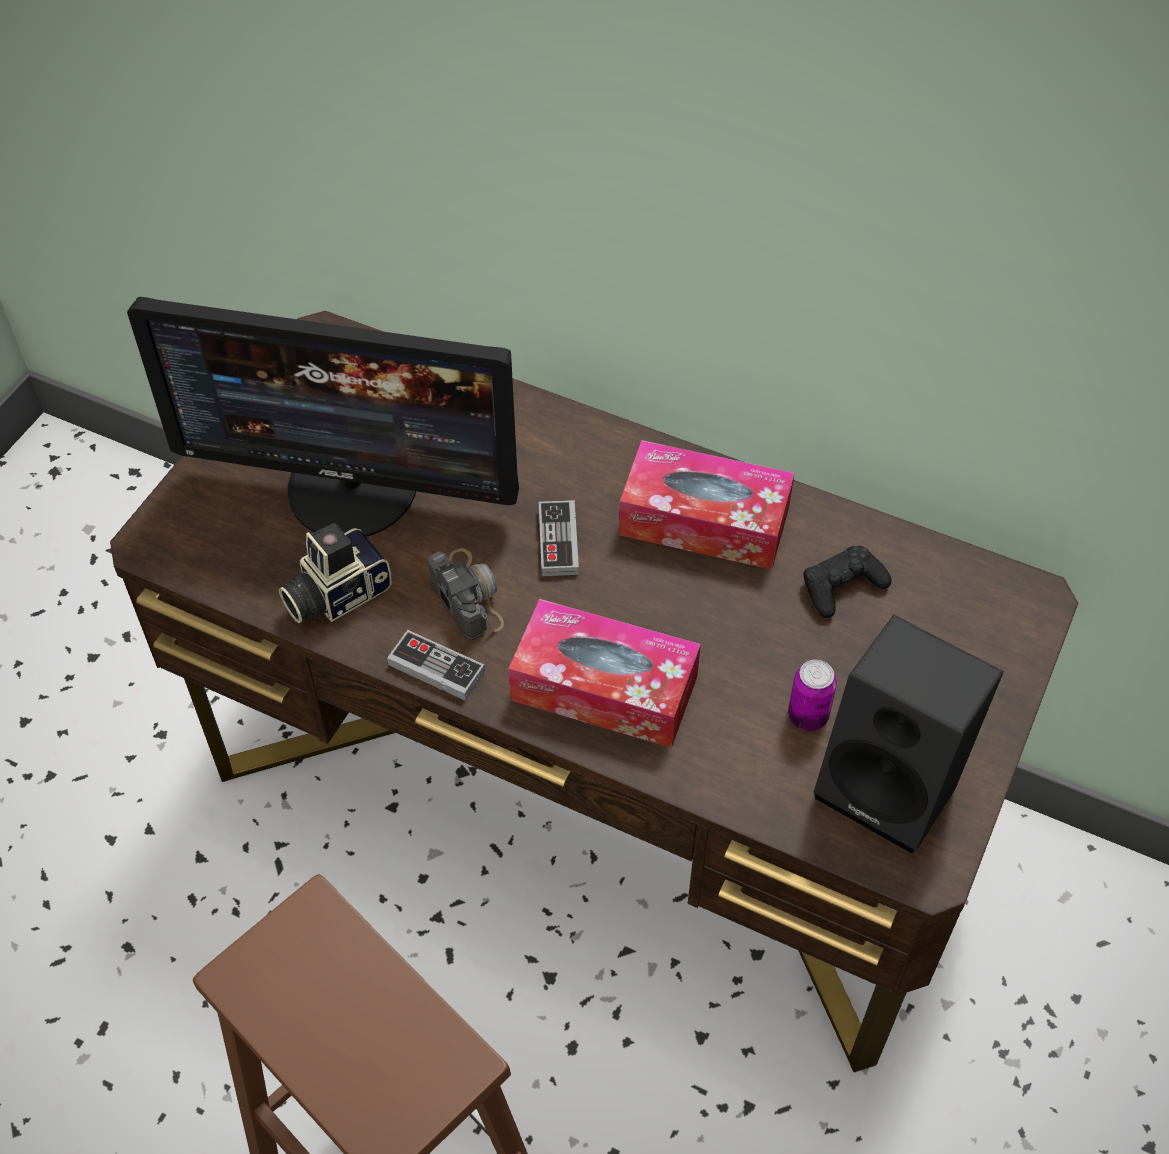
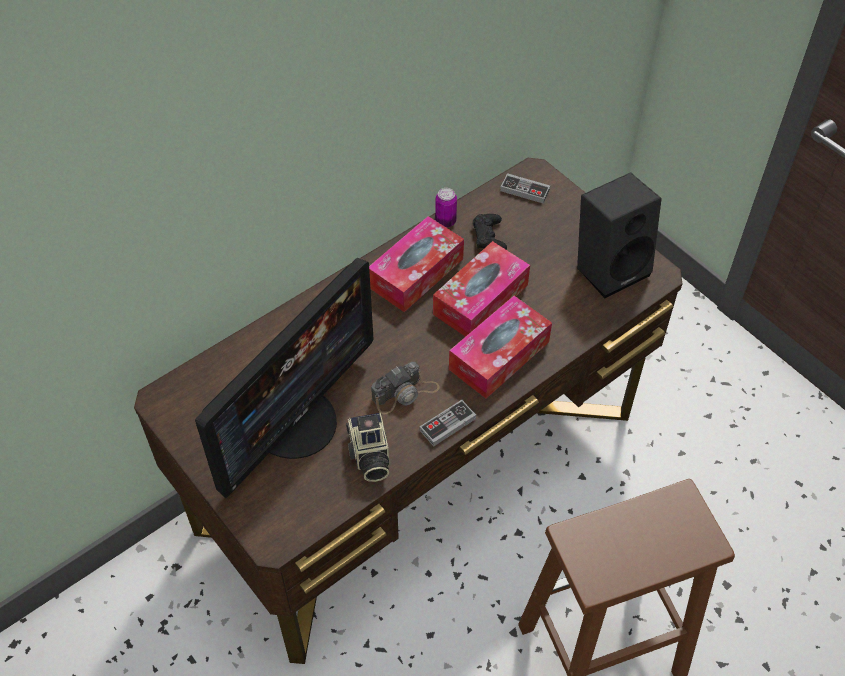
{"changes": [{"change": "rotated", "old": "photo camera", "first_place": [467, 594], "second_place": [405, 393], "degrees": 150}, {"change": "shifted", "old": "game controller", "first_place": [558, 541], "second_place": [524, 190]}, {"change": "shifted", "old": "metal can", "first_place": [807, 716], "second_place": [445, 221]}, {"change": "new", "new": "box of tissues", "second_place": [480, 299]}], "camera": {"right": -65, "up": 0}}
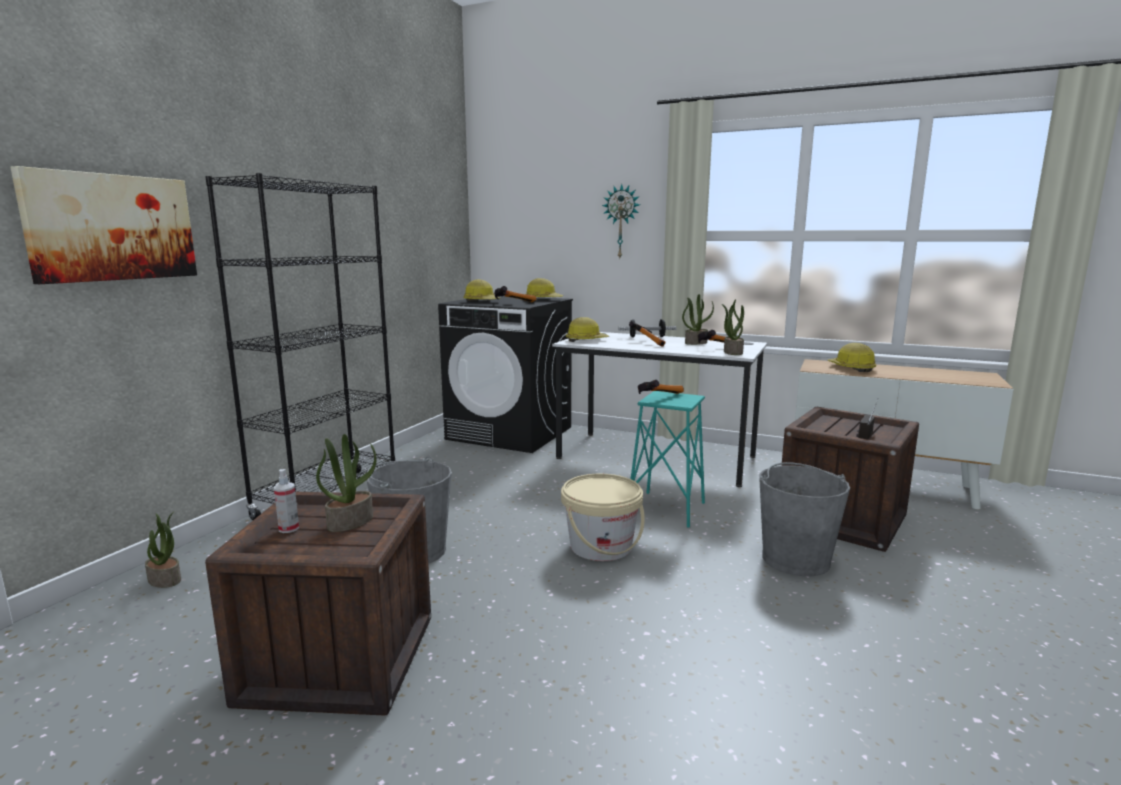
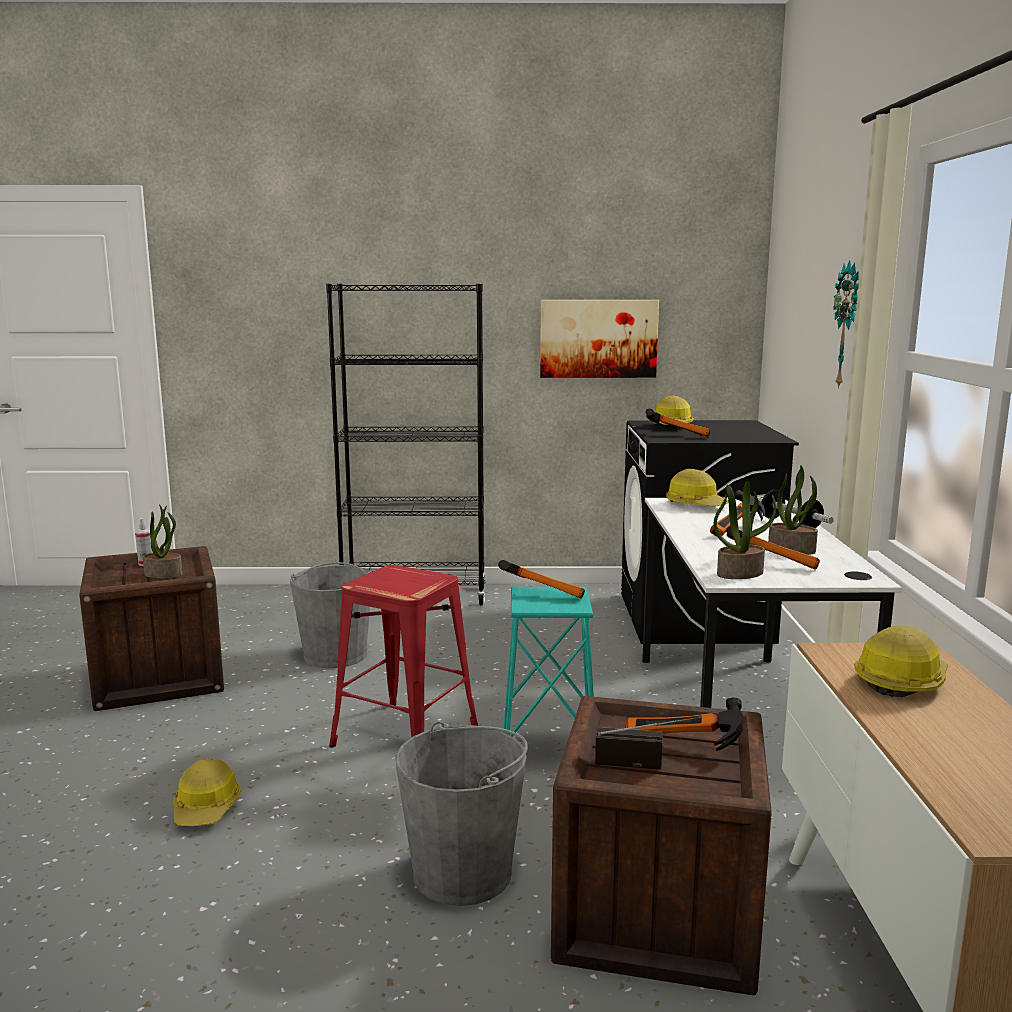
{"changes": [{"change": "shifted", "old": "picture", "first_place": [112, 227], "second_place": [598, 338]}, {"change": "gone", "old": "potted plant", "first_place": [165, 580]}, {"change": "shifted", "old": "work helmet", "first_place": [543, 299], "second_place": [207, 808]}, {"change": "swapped", "old": "water bucket in beige-coloured", "new": "stool seat in red-coloured", "first_place": [601, 546], "second_place": [406, 735]}, {"change": "new", "new": "hammer", "second_place": [682, 746]}], "camera": {"right": 65, "up": 0}}
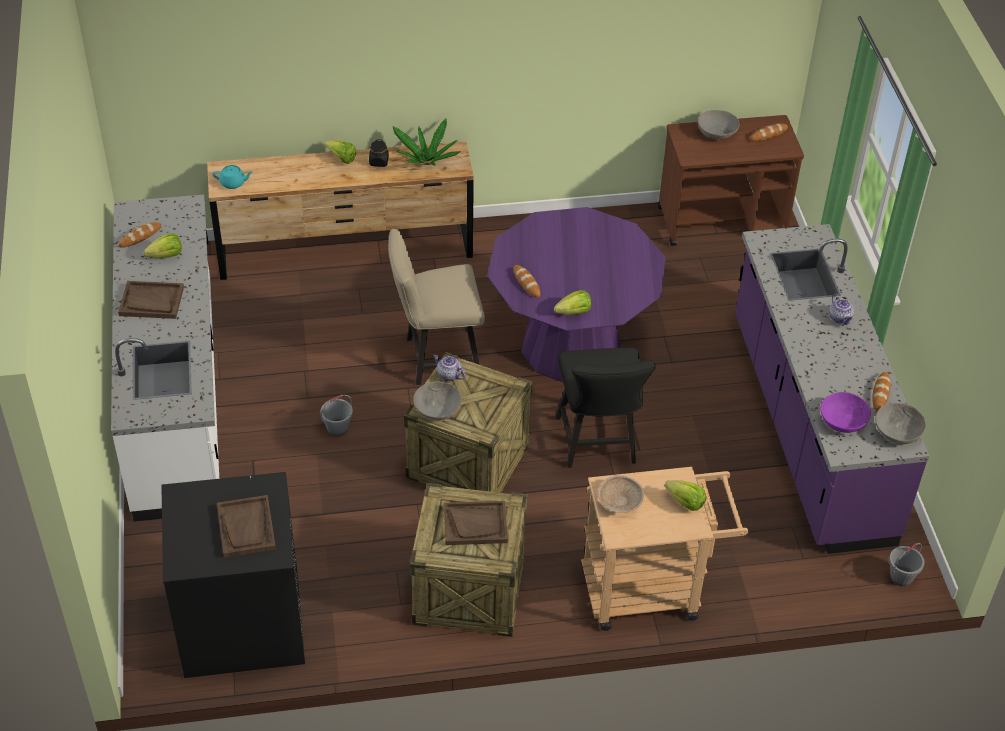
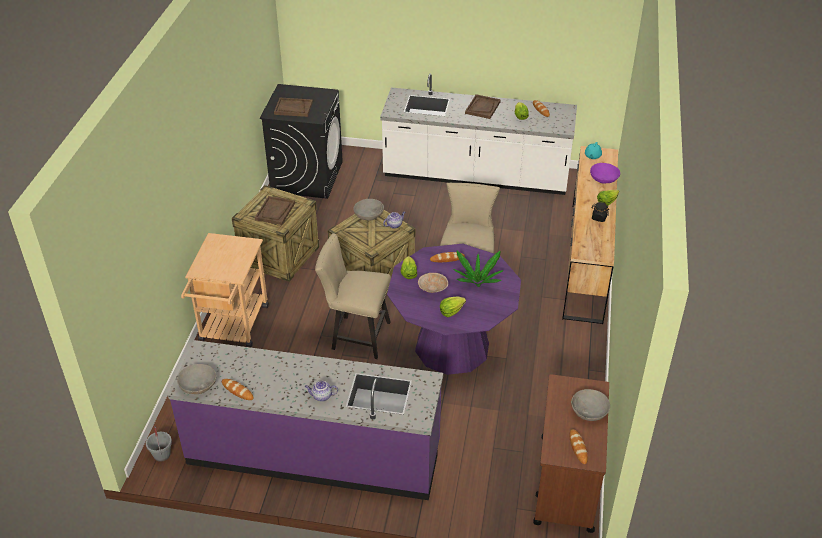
{"changes": [{"change": "gone", "old": "water bucket in grey", "first_place": [337, 428]}, {"change": "shifted", "old": "potted plant", "first_place": [426, 160], "second_place": [477, 281]}, {"change": "repainted", "old": "upright chair in black-coloured", "new": "upright chair in beige-coloured", "first_place": [598, 445], "second_place": [356, 335]}, {"change": "shifted", "old": "serving bowl in beige-coloured", "first_place": [619, 502], "second_place": [432, 288]}, {"change": "shifted", "old": "lettuce", "first_place": [685, 502], "second_place": [451, 311]}, {"change": "shifted", "old": "serving bowl in purple", "first_place": [843, 420], "second_place": [604, 179]}], "camera": {"right": 110, "up": -5}}
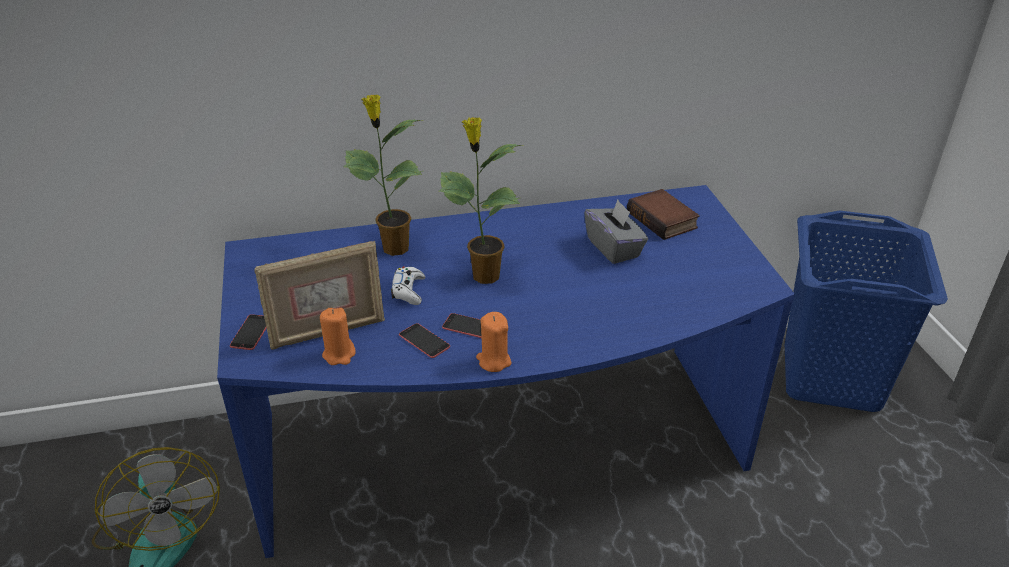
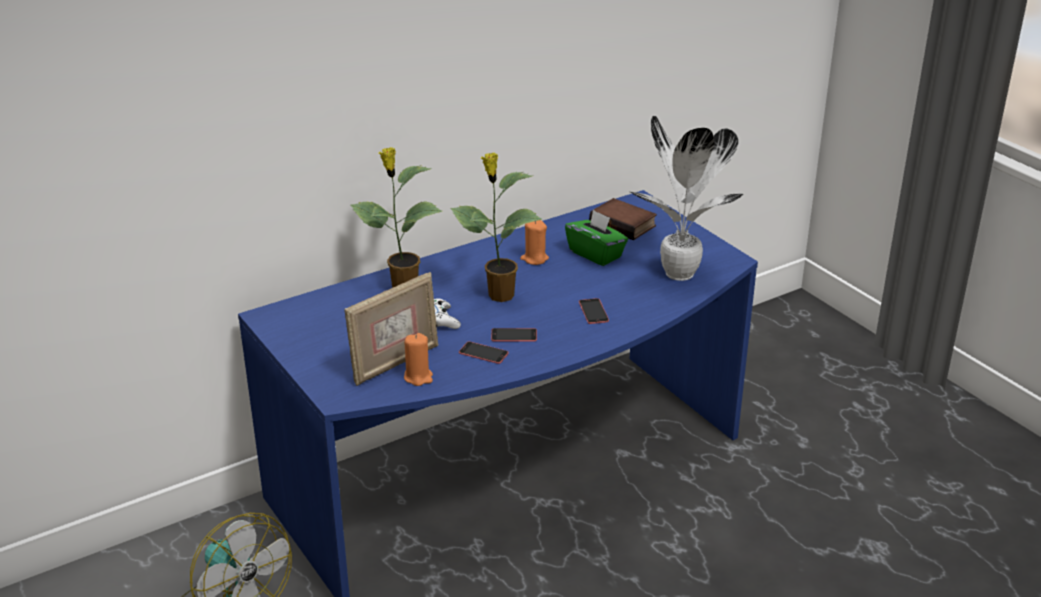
{"changes": [{"change": "shifted", "old": "phone", "first_place": [251, 332], "second_place": [593, 311]}, {"change": "shifted", "old": "wax light in orange", "first_place": [493, 361], "second_place": [534, 259]}, {"change": "repainted", "old": "box of tissues in grey", "new": "box of tissues in greenish", "first_place": [614, 248], "second_place": [596, 254]}, {"change": "gone", "old": "laundry basket in bluish", "first_place": [832, 376]}, {"change": "new", "new": "potted plant", "second_place": [679, 275]}], "camera": {"right": -20, "up": -5}}
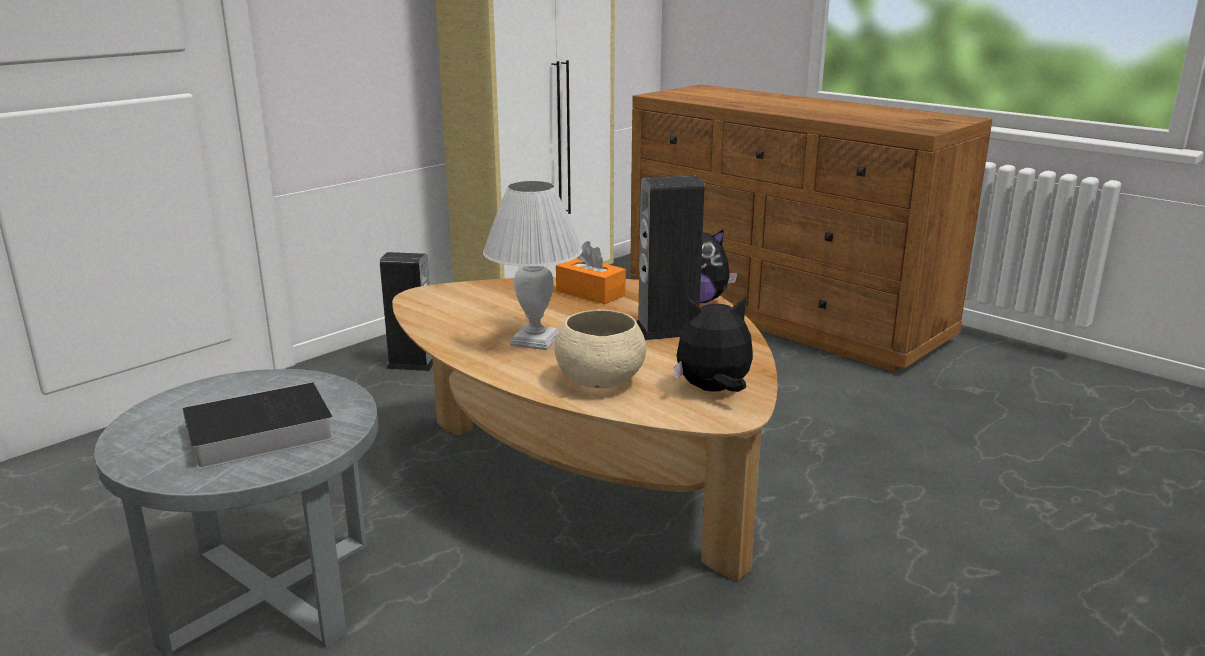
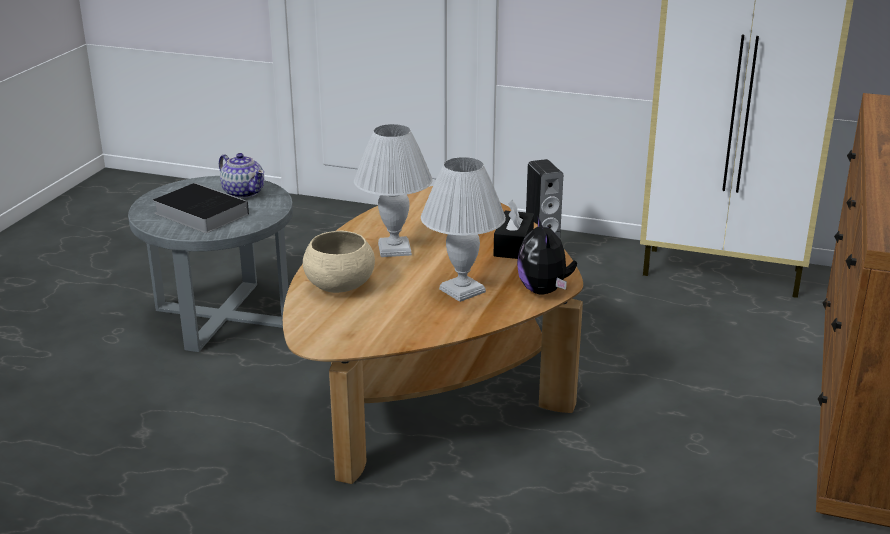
{"changes": [{"change": "repainted", "old": "box of tissues in orange", "new": "box of tissues in black-coloured", "first_place": [590, 293], "second_place": [513, 245]}, {"change": "swapped", "old": "speaker", "new": "tabletop lamp in white-coloured", "first_place": [668, 330], "second_place": [462, 291]}, {"change": "gone", "old": "plush toy", "first_place": [713, 391]}, {"change": "new", "new": "tea pot", "second_place": [243, 192]}], "camera": {"right": 65, "up": 5}}
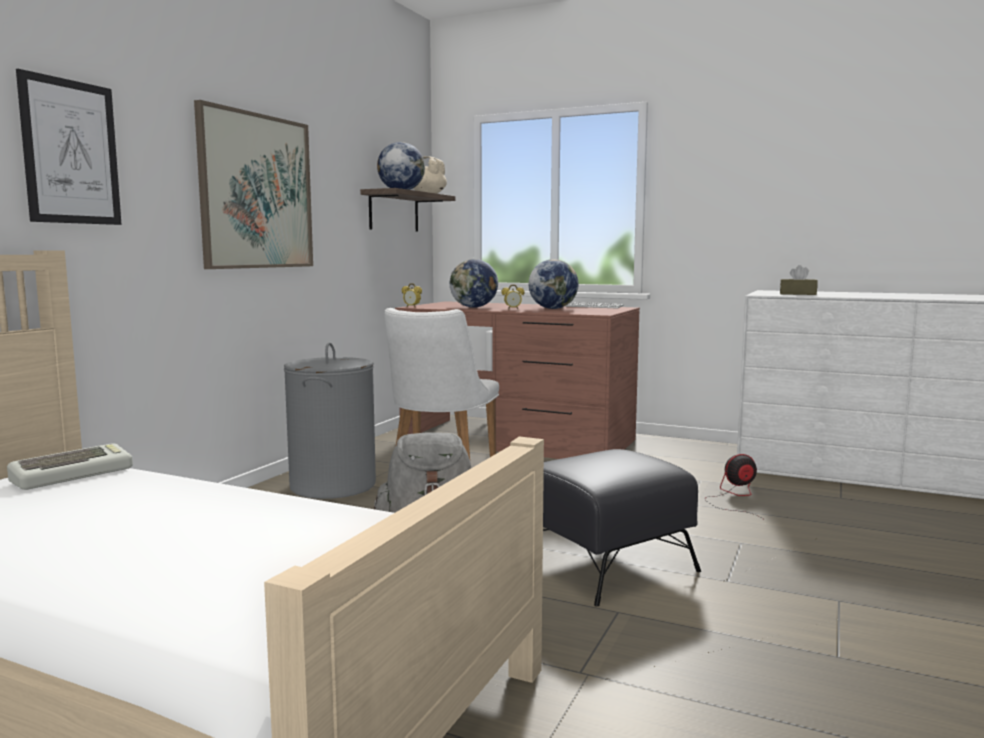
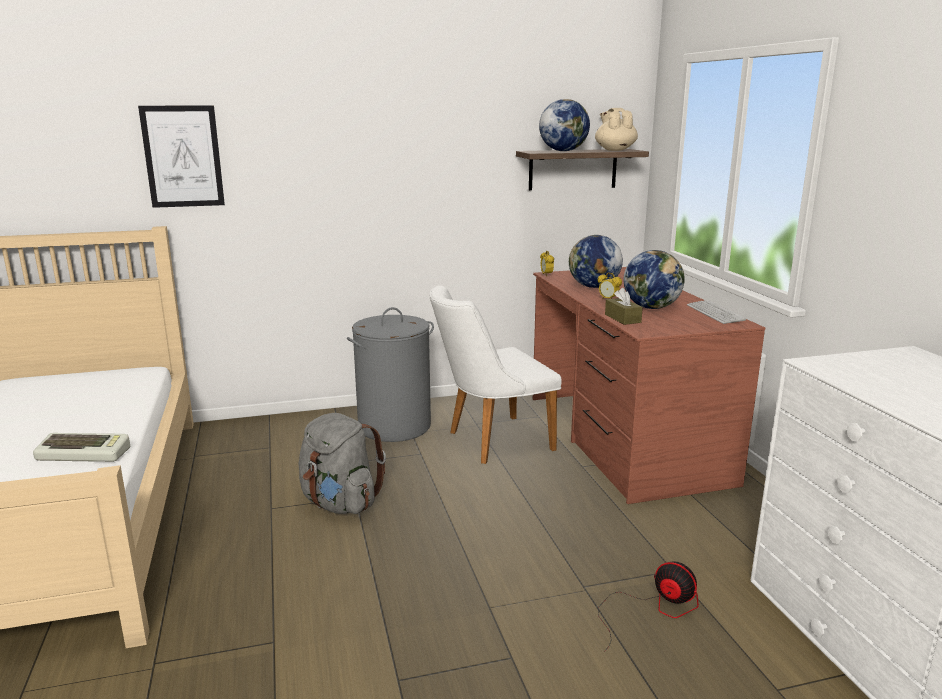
{"changes": [{"change": "shifted", "old": "computer keyboard", "first_place": [73, 474], "second_place": [85, 453]}, {"change": "gone", "old": "picture", "first_place": [256, 192]}, {"change": "gone", "old": "ottoman in black-coloured", "first_place": [604, 563]}, {"change": "shifted", "old": "box of tissues in brown", "first_place": [797, 294], "second_place": [622, 318]}], "camera": {"right": 50, "up": 10}}
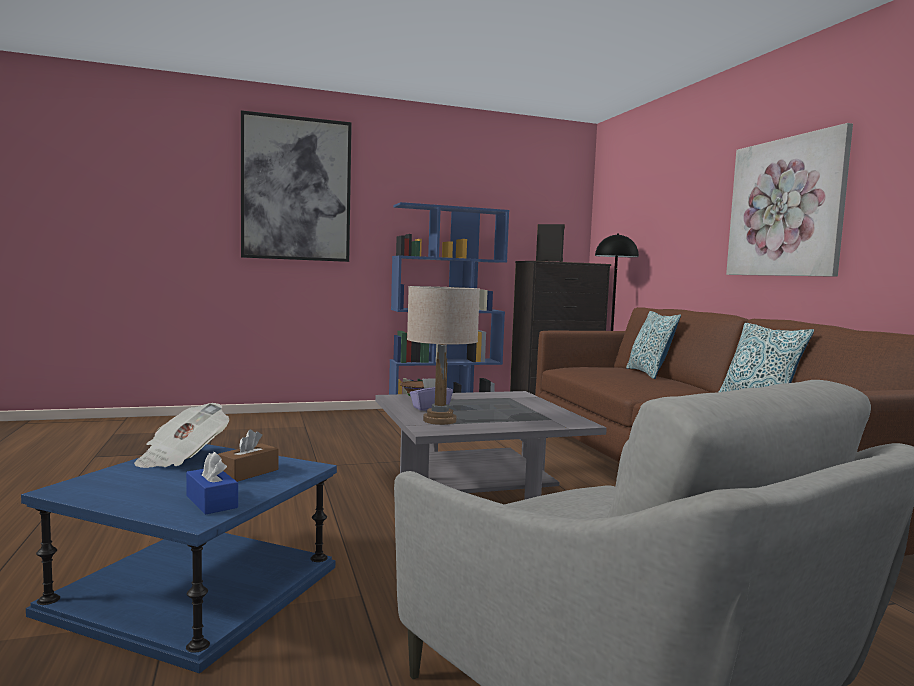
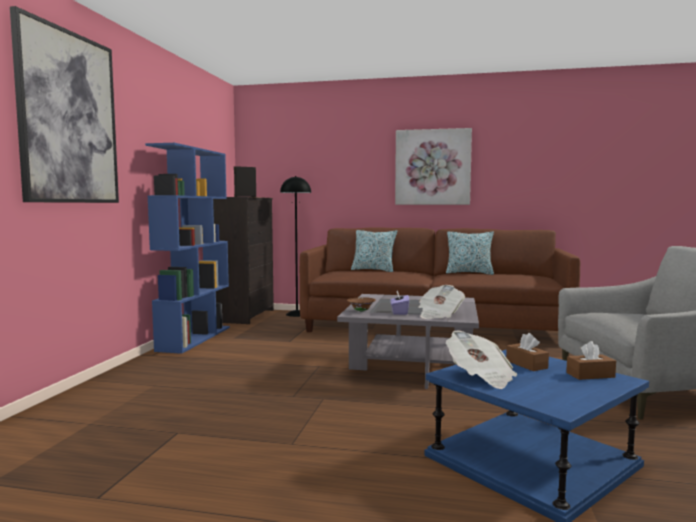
{"changes": [{"change": "repainted", "old": "box of tissues in bluish", "new": "box of tissues in brown", "first_place": [211, 502], "second_place": [590, 375]}, {"change": "swapped", "old": "tabletop lamp in beige-coloured", "new": "daily paper", "first_place": [439, 420], "second_place": [439, 315]}], "camera": {"right": -60, "up": 0}}
